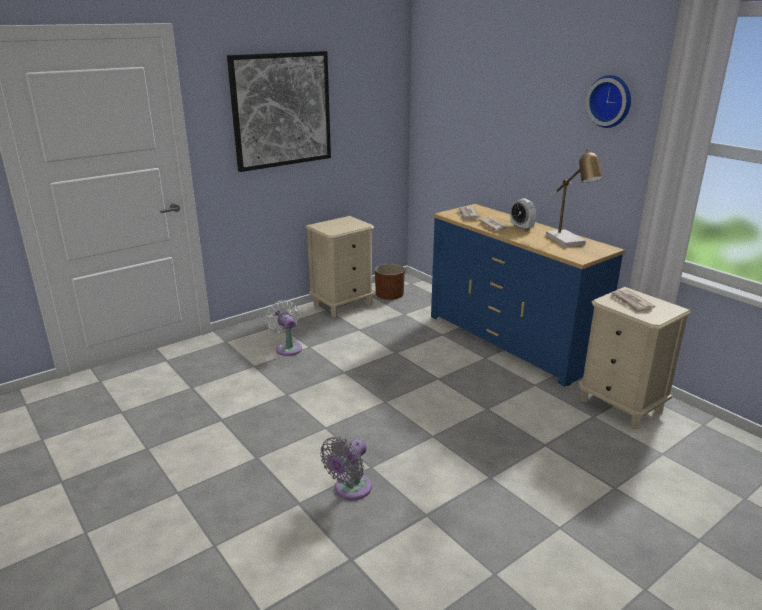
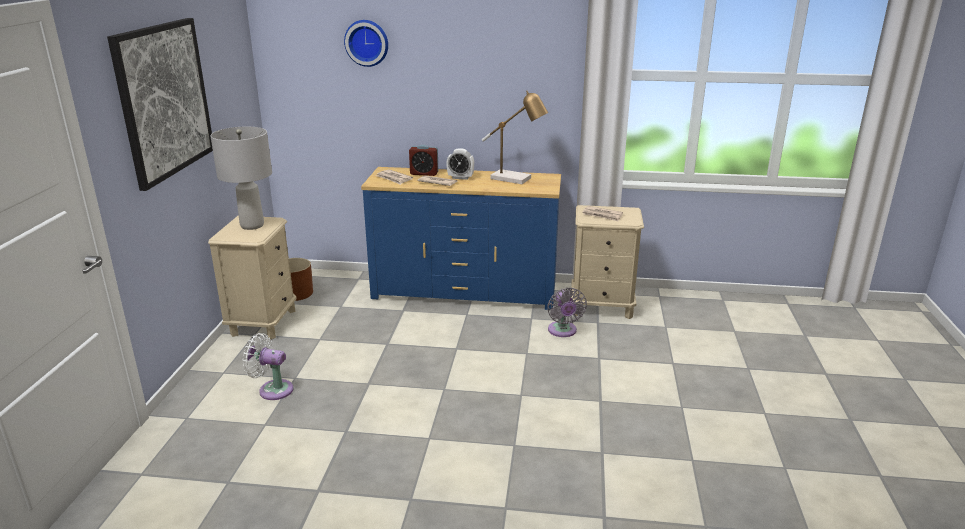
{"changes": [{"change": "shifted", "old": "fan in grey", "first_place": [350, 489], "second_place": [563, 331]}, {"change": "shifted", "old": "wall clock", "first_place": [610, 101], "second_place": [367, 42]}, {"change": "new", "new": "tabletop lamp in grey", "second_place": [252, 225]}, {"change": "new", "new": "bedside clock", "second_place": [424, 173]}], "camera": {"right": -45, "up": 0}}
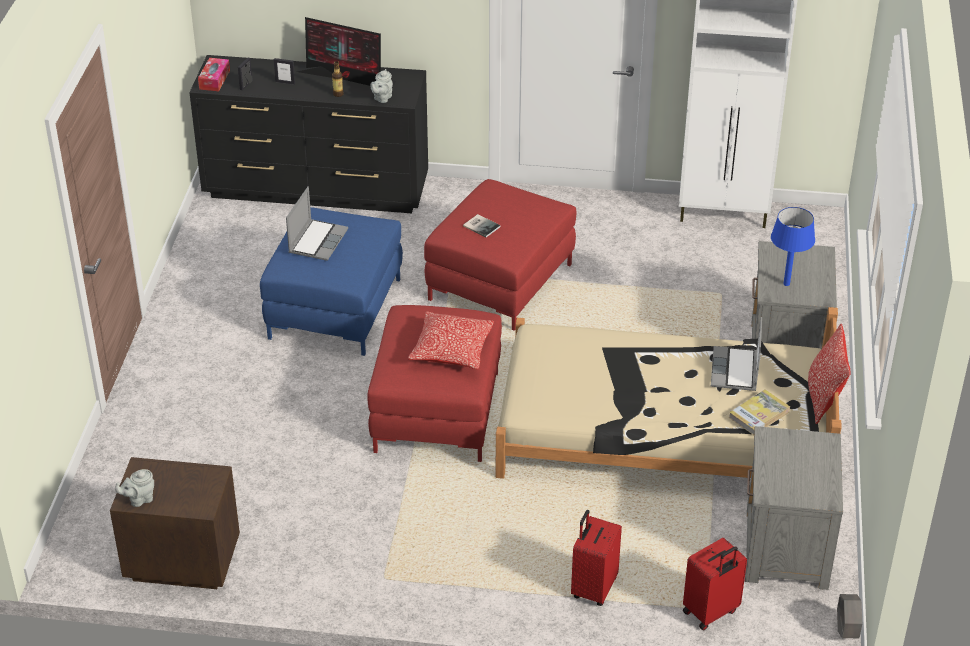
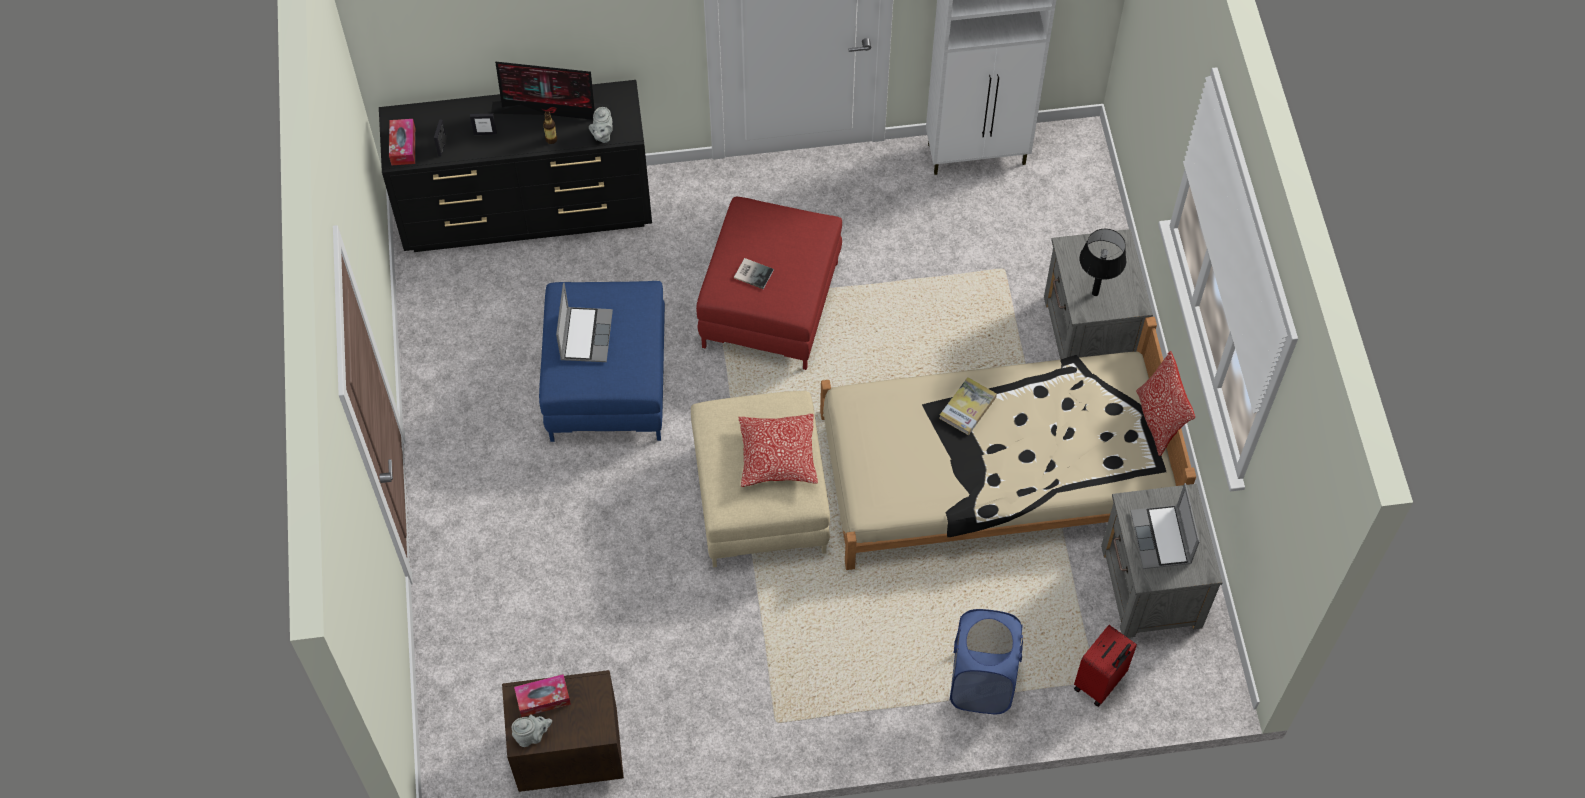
{"changes": [{"change": "rotated", "old": "tea pot in grey", "first_place": [139, 499], "second_place": [532, 736], "degrees": -150}, {"change": "repainted", "old": "ottoman in red-coloured", "new": "ottoman in beige-coloured", "first_place": [437, 413], "second_place": [761, 499]}, {"change": "swapped", "old": "travel case in red-coloured", "new": "laundry basket in bluish", "first_place": [593, 588], "second_place": [981, 682]}, {"change": "shifted", "old": "laptop", "first_place": [735, 371], "second_place": [1162, 539]}, {"change": "shifted", "old": "bound book", "first_place": [759, 414], "second_place": [967, 407]}, {"change": "repainted", "old": "tabletop lamp in bluish", "new": "tabletop lamp in black-coloured", "first_place": [786, 283], "second_place": [1095, 293]}, {"change": "gone", "old": "flower pot in grey", "first_place": [846, 631]}, {"change": "new", "new": "box of tissues", "second_place": [543, 699]}], "camera": {"right": -15, "up": 20}}
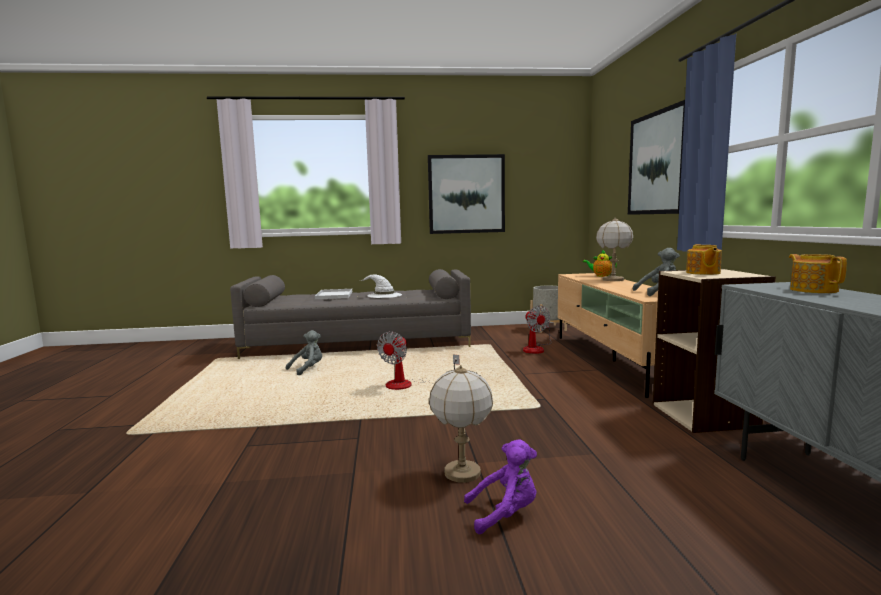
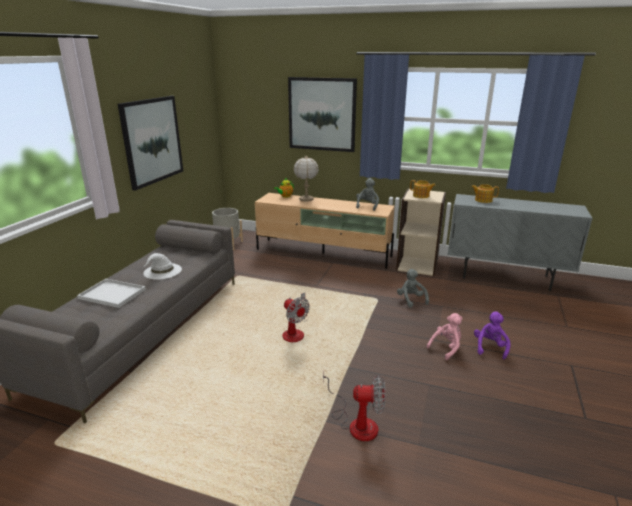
{"changes": [{"change": "shifted", "old": "plush toy in grey", "first_place": [308, 369], "second_place": [411, 300]}, {"change": "swapped", "old": "tabletop lamp", "new": "plush toy in pinkish", "first_place": [462, 473], "second_place": [446, 347]}, {"change": "shifted", "old": "fan", "first_place": [536, 348], "second_place": [356, 423]}], "camera": {"right": -65, "up": 15}}
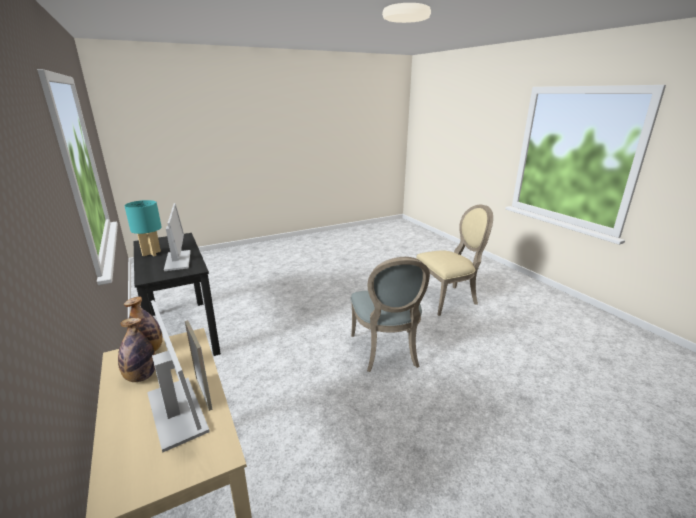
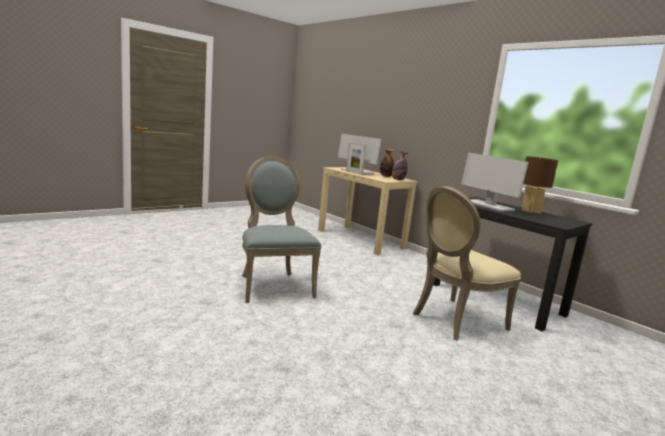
{"changes": [{"change": "repainted", "old": "tabletop lamp in turquoise", "new": "tabletop lamp in brown", "first_place": [151, 253], "second_place": [530, 211]}, {"change": "shifted", "old": "upright chair in beige-coloured", "first_place": [448, 298], "second_place": [454, 320]}], "camera": {"right": 165, "up": -10}}
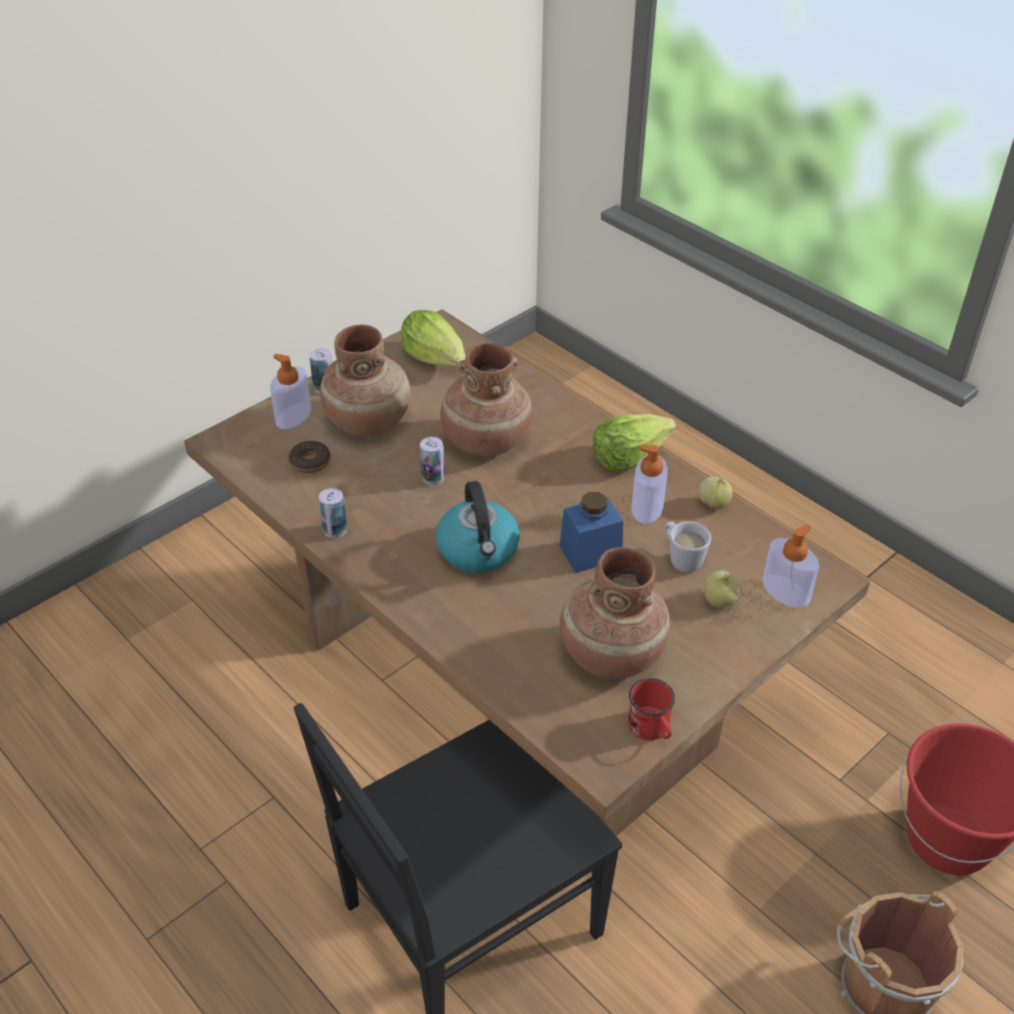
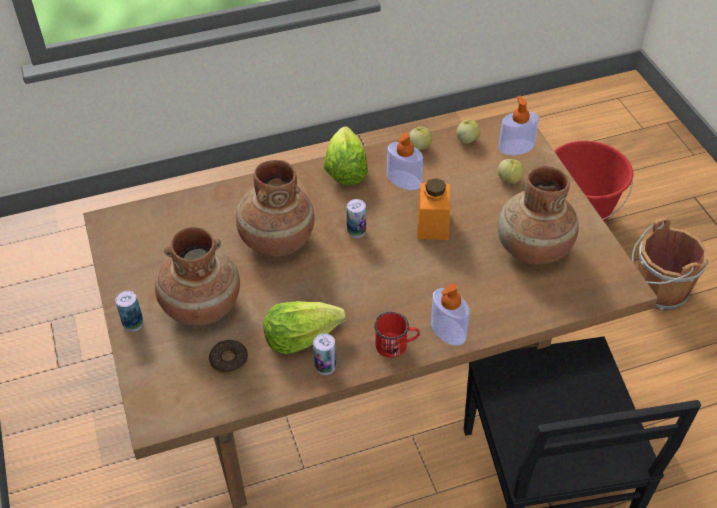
{"changes": [{"change": "shifted", "old": "soap bottle", "first_place": [293, 416], "second_place": [448, 330]}, {"change": "shifted", "old": "lettuce", "first_place": [435, 358], "second_place": [301, 336]}, {"change": "shifted", "old": "metal can", "first_place": [433, 478], "second_place": [356, 231]}, {"change": "gone", "old": "tea kettle", "first_place": [479, 551]}, {"change": "repainted", "old": "jar in bluish", "new": "jar in orange", "first_place": [590, 552], "second_place": [432, 225]}, {"change": "shifted", "old": "mug in red-coloured", "first_place": [652, 729], "second_place": [396, 345]}, {"change": "gone", "old": "mug in white-coloured", "first_place": [681, 558]}, {"change": "new", "new": "whole apple", "second_place": [467, 140]}], "camera": {"right": -65, "up": 5}}
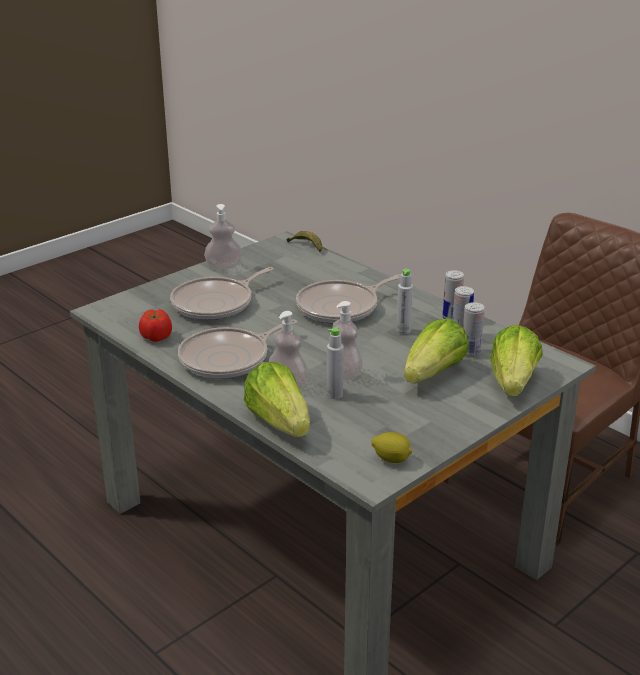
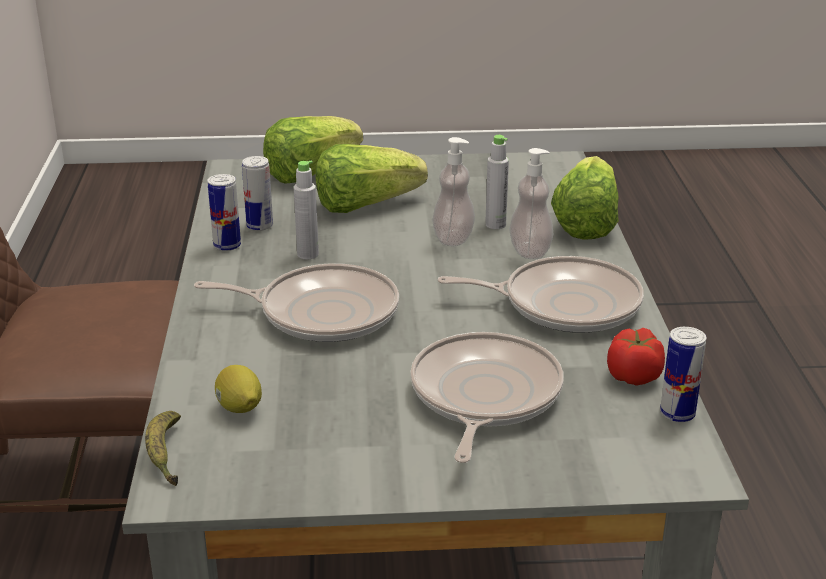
{"changes": [{"change": "rotated", "old": "skillet", "first_place": [216, 303], "second_place": [483, 397], "degrees": -75}, {"change": "gone", "old": "soap bottle", "first_place": [223, 266]}, {"change": "shifted", "old": "citrus fruit", "first_place": [391, 459], "second_place": [239, 409]}, {"change": "shifted", "old": "metal can", "first_place": [470, 352], "second_place": [677, 414]}], "camera": {"right": -140, "up": 0}}
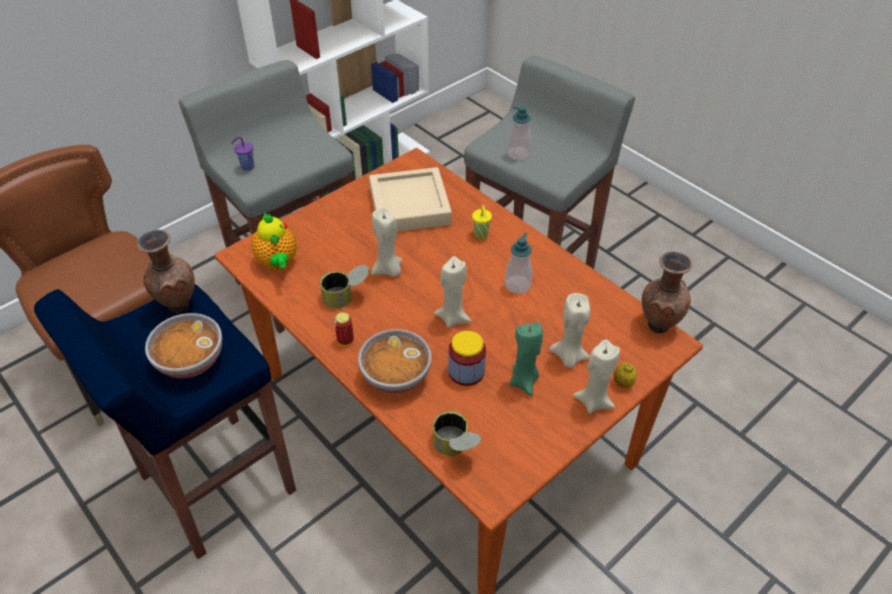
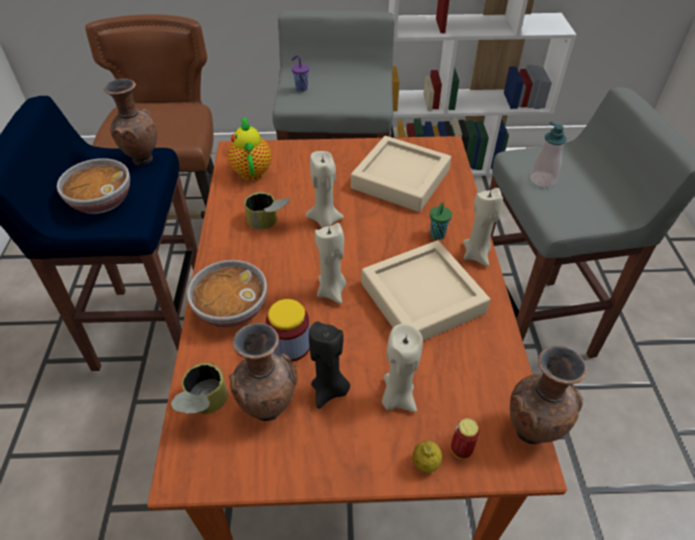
{"changes": [{"change": "rotated", "old": "tea pot", "first_place": [278, 263], "second_place": [252, 170], "degrees": 150}, {"change": "shifted", "old": "metal can", "first_place": [345, 341], "second_place": [461, 450]}, {"change": "repainted", "old": "small cup in yellowish", "new": "small cup in greenish", "first_place": [481, 235], "second_place": [437, 235]}, {"change": "swapped", "old": "soap bottle", "new": "tray in beige-coloured", "first_place": [517, 285], "second_place": [422, 298]}, {"change": "repainted", "old": "wax light in greenish", "new": "wax light in black-coloured", "first_place": [524, 381], "second_place": [329, 390]}, {"change": "shifted", "old": "wax light in beige-coloured", "first_place": [593, 401], "second_place": [477, 255]}, {"change": "new", "new": "flower vase in brown", "second_place": [268, 407]}], "camera": {"right": 40, "up": 0}}
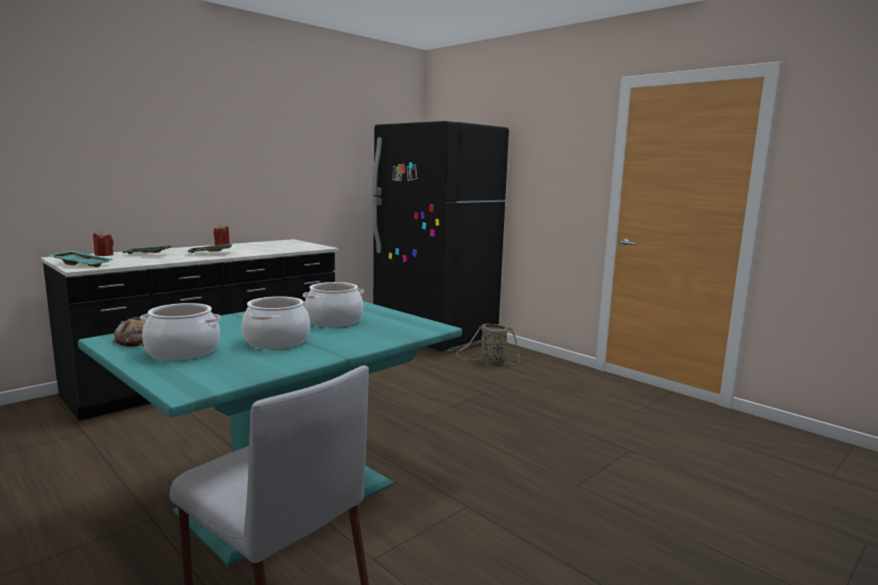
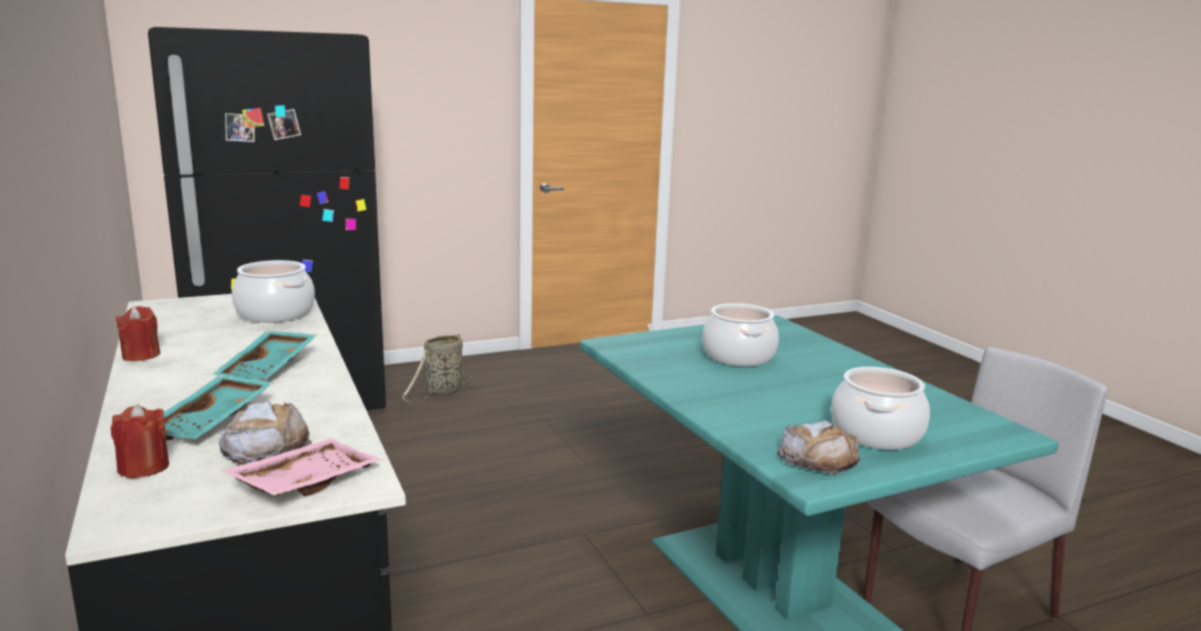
{"changes": [{"change": "repainted", "old": "tray in turquoise", "new": "tray in pinkish", "first_place": [83, 264], "second_place": [304, 482]}, {"change": "shifted", "old": "cooking pot", "first_place": [277, 341], "second_place": [276, 314]}, {"change": "new", "new": "bread", "second_place": [266, 445]}], "camera": {"right": -70, "up": 5}}
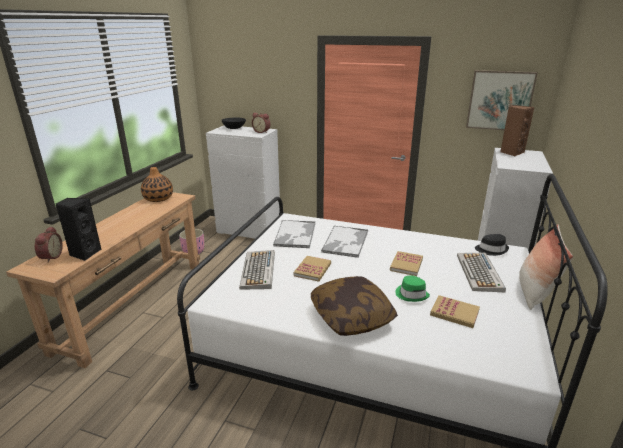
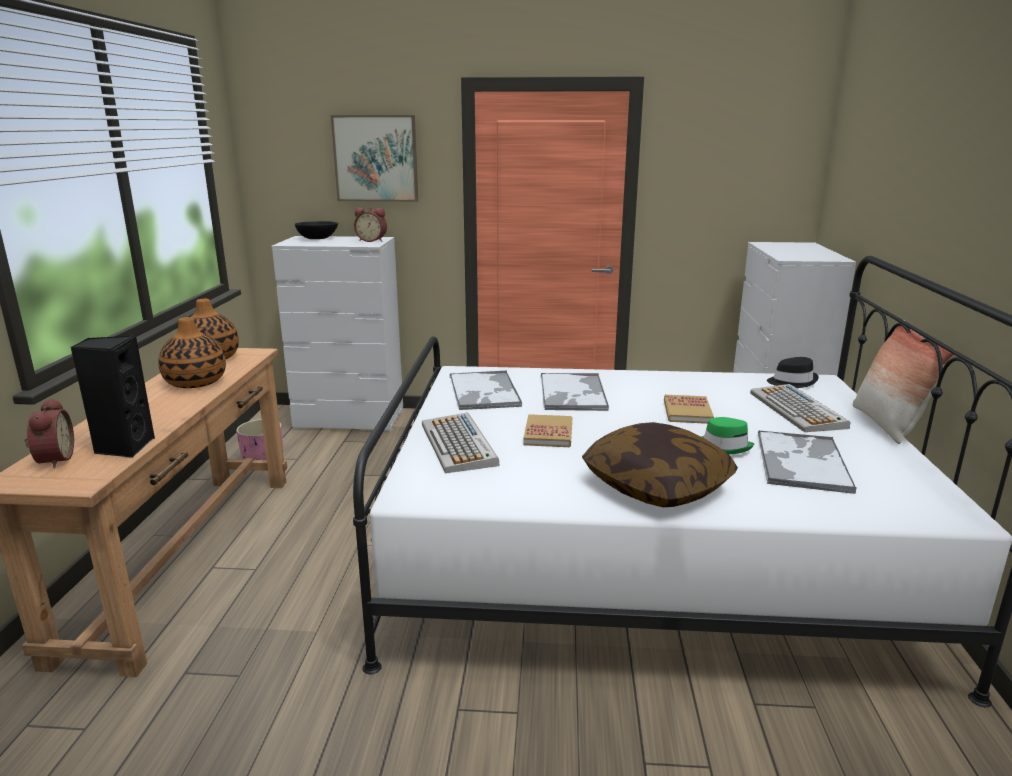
{"changes": [{"change": "swapped", "old": "bound book", "new": "tray", "first_place": [454, 313], "second_place": [801, 461]}, {"change": "shifted", "old": "picture", "first_place": [500, 100], "second_place": [376, 158]}, {"change": "gone", "old": "speaker in brown", "first_place": [511, 152]}, {"change": "new", "new": "flower vase", "second_place": [195, 382]}], "camera": {"right": -15, "up": -5}}
